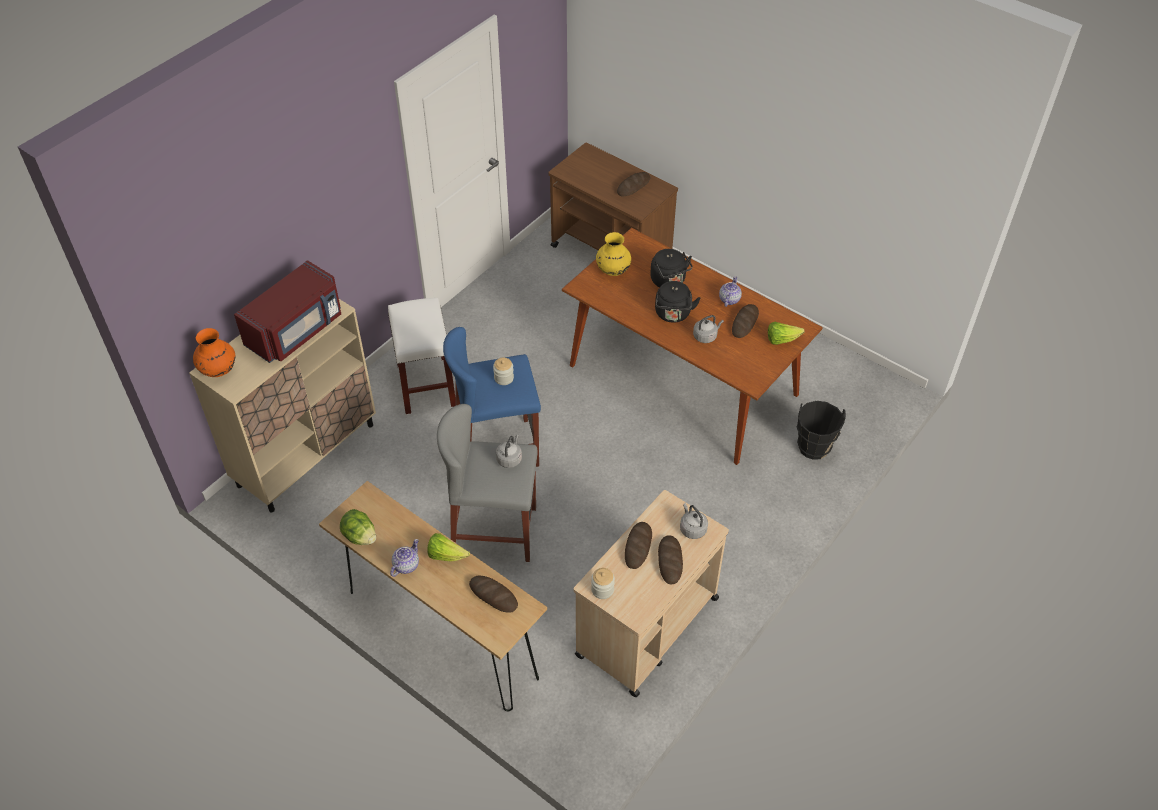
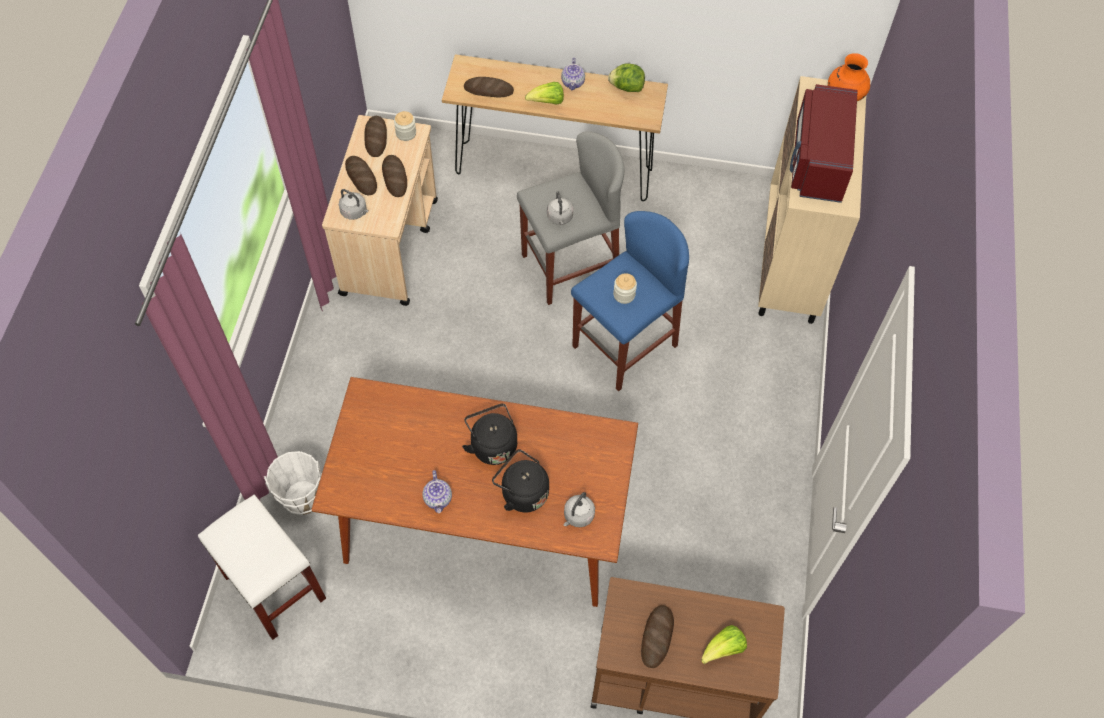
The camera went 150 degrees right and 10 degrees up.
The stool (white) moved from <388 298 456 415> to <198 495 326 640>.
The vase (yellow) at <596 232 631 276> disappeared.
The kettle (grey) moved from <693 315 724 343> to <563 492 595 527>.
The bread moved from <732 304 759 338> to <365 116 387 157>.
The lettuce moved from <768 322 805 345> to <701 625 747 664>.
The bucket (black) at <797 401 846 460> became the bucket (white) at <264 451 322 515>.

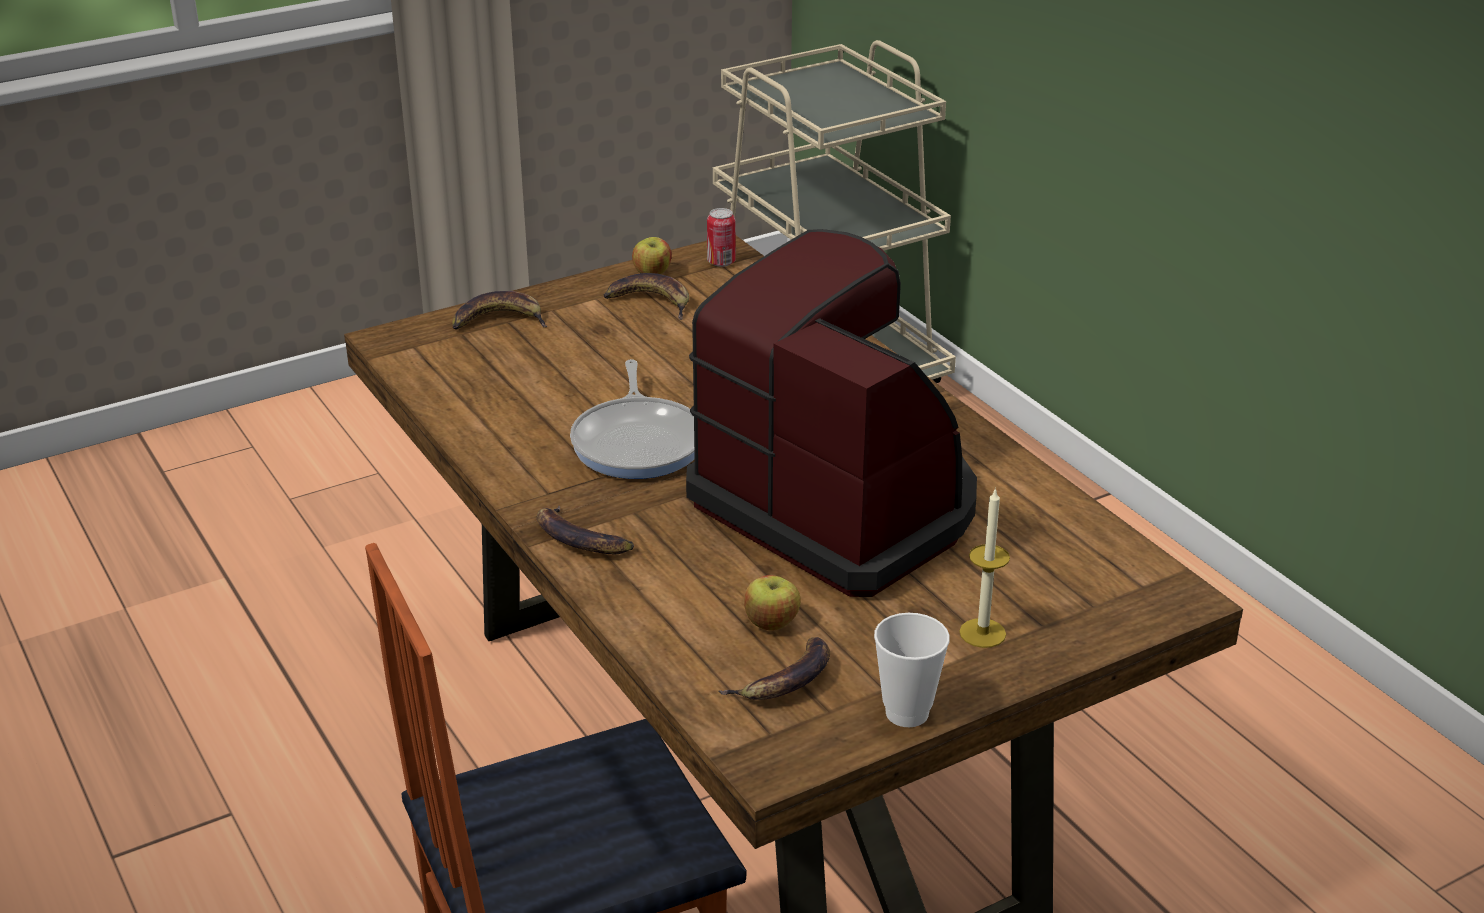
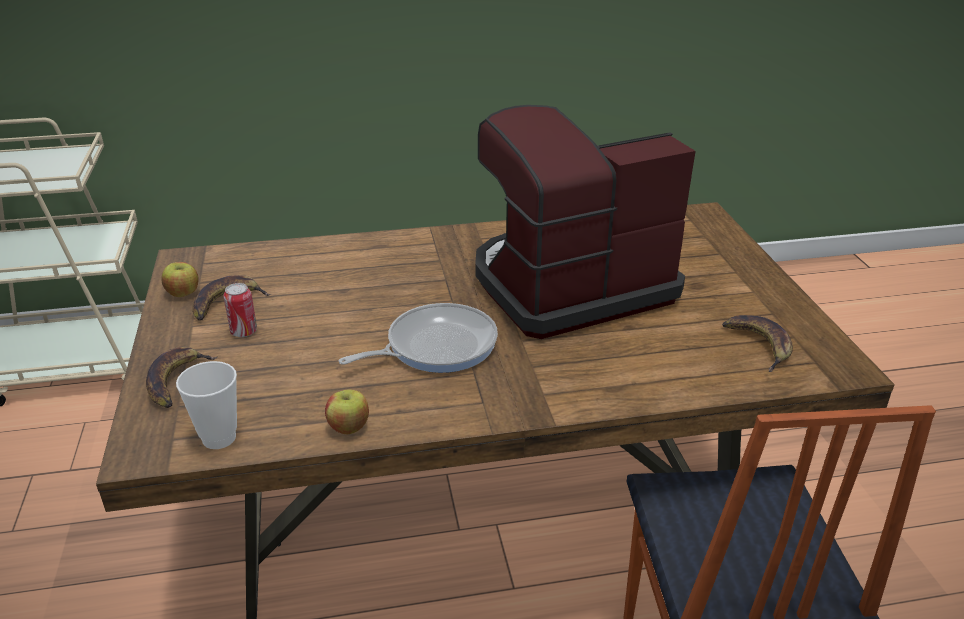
The camera went 70 degrees left and 0 degrees up.
The banana at <537 506 634 554> disappeared.
The frying pan at <570 359 695 479> turned 45 degrees counterclockwise.
The can moved from <707 208 736 267> to <223 283 257 337>.
The apple moved from <744 575 801 630> to <325 390 369 434>.
The cup moved from <874 613 950 727> to <176 361 237 449>.
The candle at <959 487 1010 648> disappeared.

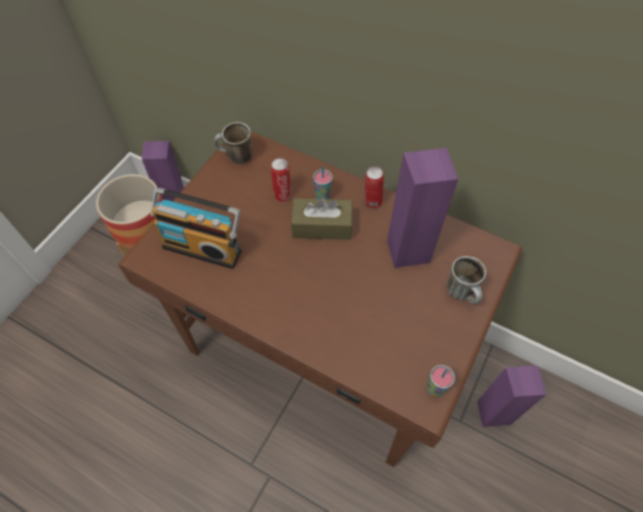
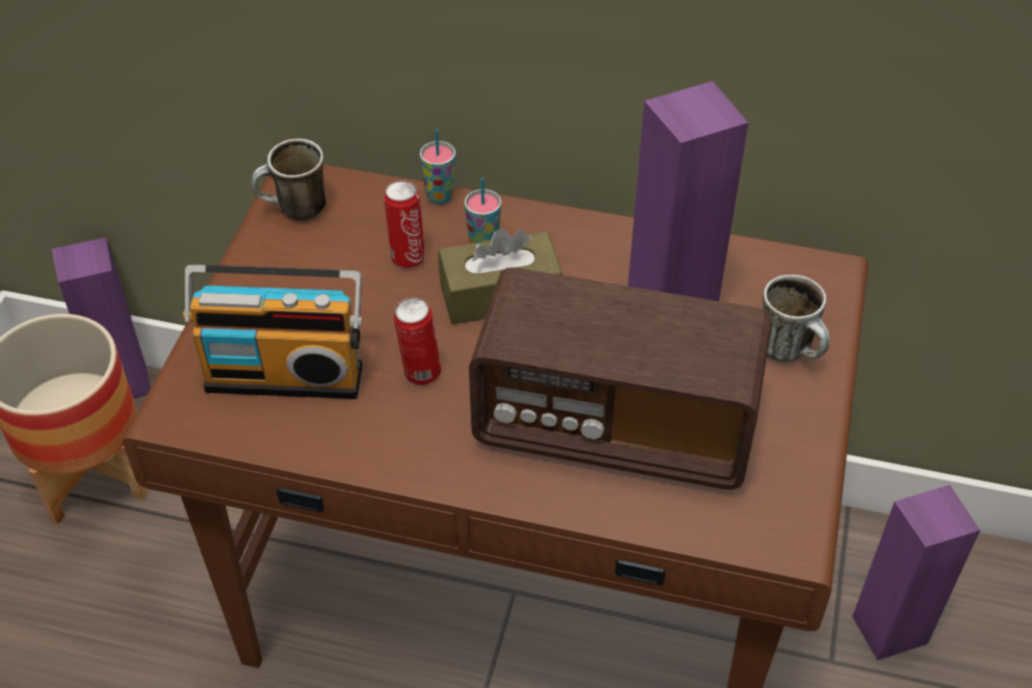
The camera went 15 degrees left and 10 degrees down.
The can moved from <365 166 384 208> to <394 297 441 385>.
The cup moved from <427 365 455 397> to <420 129 456 204>.
The radio at <469 268 772 490> appeared.

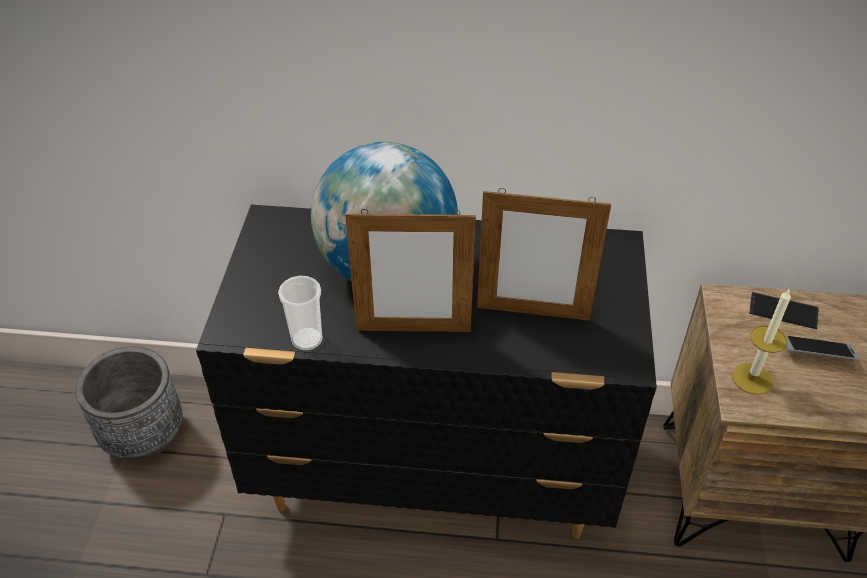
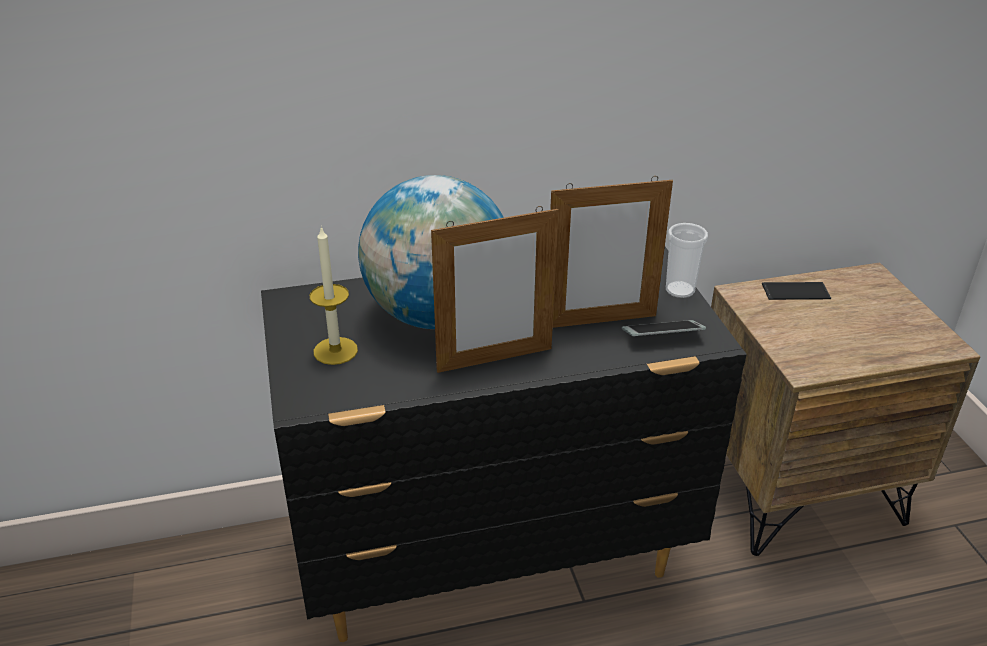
The camera went 20 degrees left and 10 degrees down.
The planter (grey) at <75 346 183 461> disappeared.
The cup moved from <278 276 323 351> to <666 223 708 298>.
The candle moved from <732 288 791 395> to <310 226 358 365>.
The phone moved from <785 335 859 360> to <622 320 706 336>.

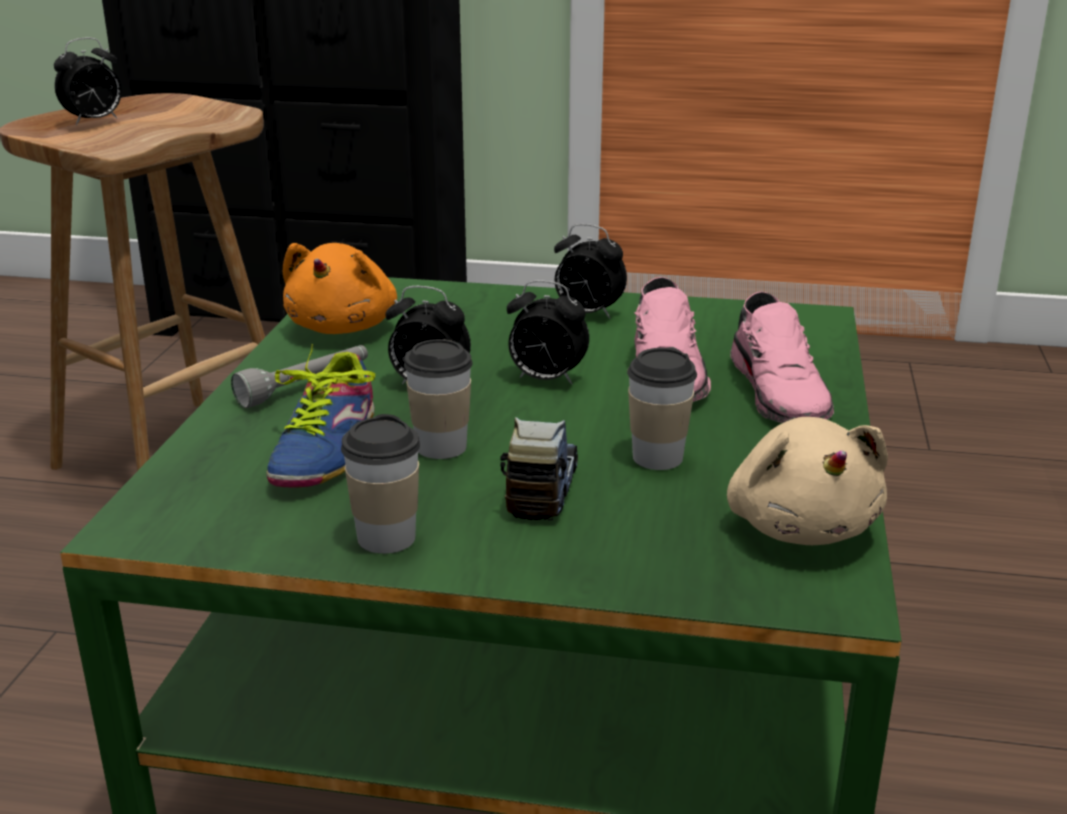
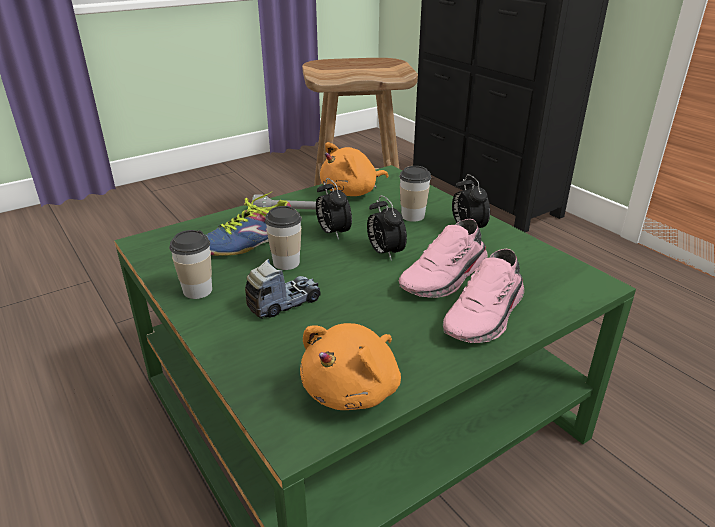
The camera went 45 degrees right and 5 degrees up.
The alarm clock at <54 37 121 125> disappeared.
The cup moved from <627 348 697 470> to <399 166 431 222>.
The plush toy (beige) at <727 417 888 545> became the plush toy (orange) at <300 323 401 410>.

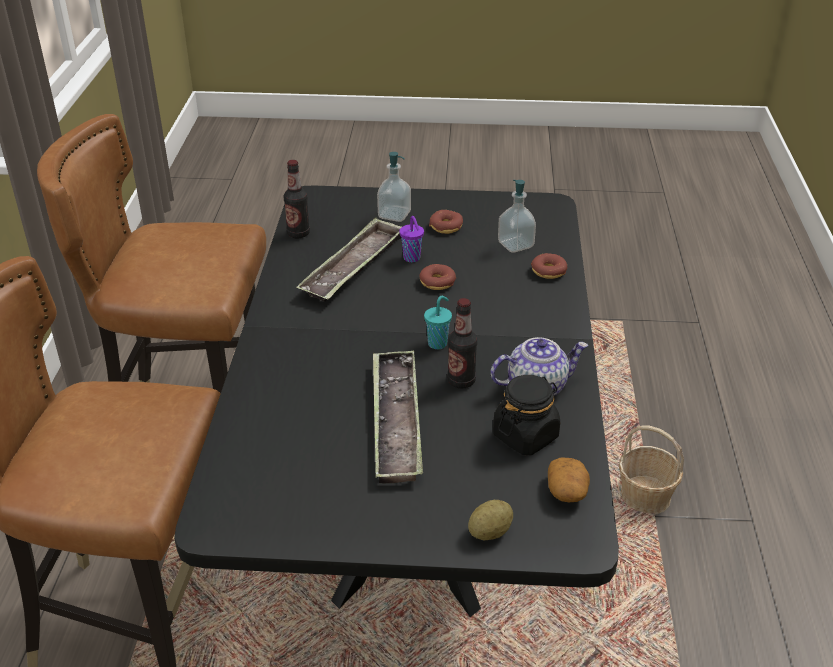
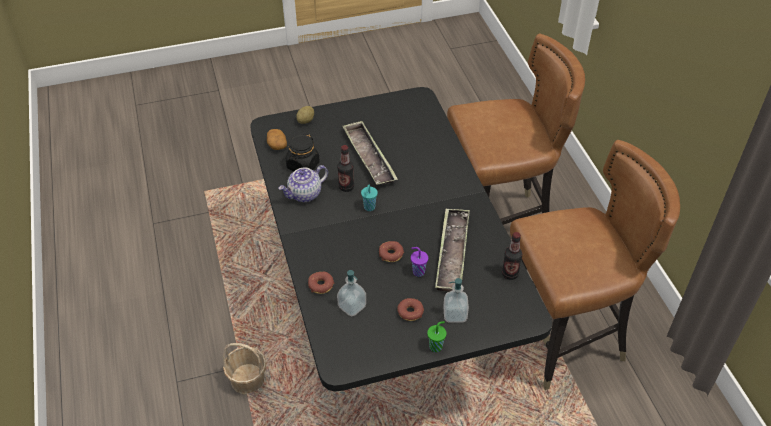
The camera went 160 degrees right and 10 degrees up.
The cup (green) at <427 321 447 352> appeared.

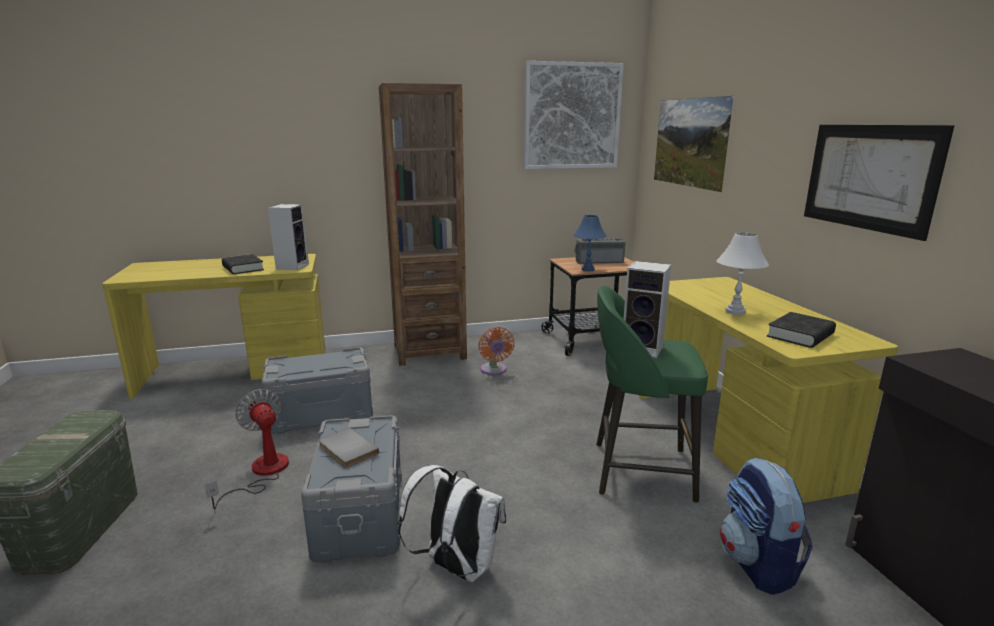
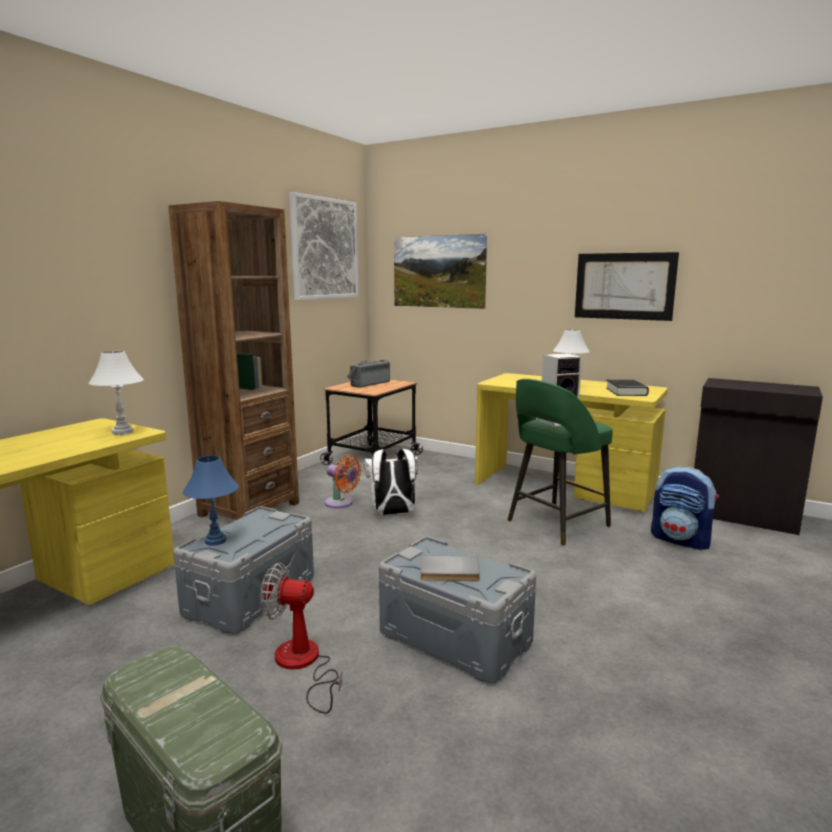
The camera went 45 degrees left and 5 degrees down.
The book (black) at <222 254 264 274> disappeared.
The speaker at <268 204 309 270> was replaced by the table lamp (white) at <88 351 144 435>.
The backpack (white) moved from <398 465 506 582> to <364 449 418 515>.
The table lamp (blue) moved from <573 215 607 271> to <183 456 239 546>.

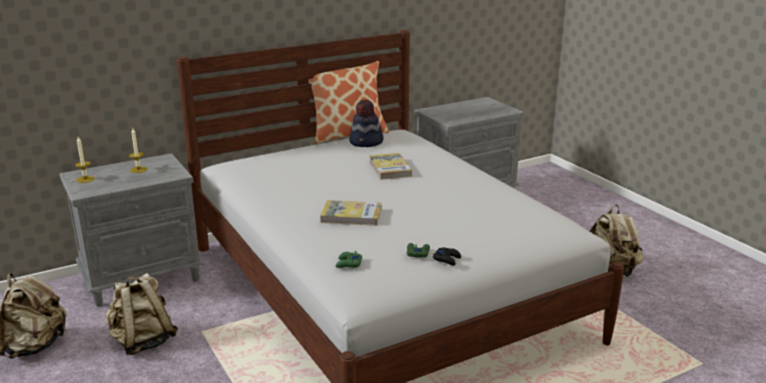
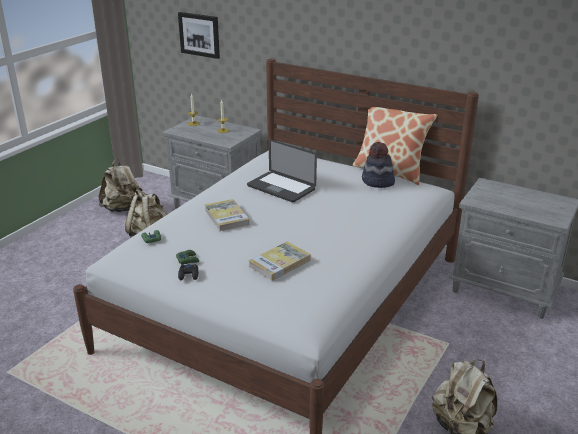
The camera went 60 degrees right and 5 degrees up.
The book moved from <369 153 412 180> to <248 242 311 281>.
The picture at <178 12 220 59> appeared.
The laptop at <247 139 317 202> appeared.

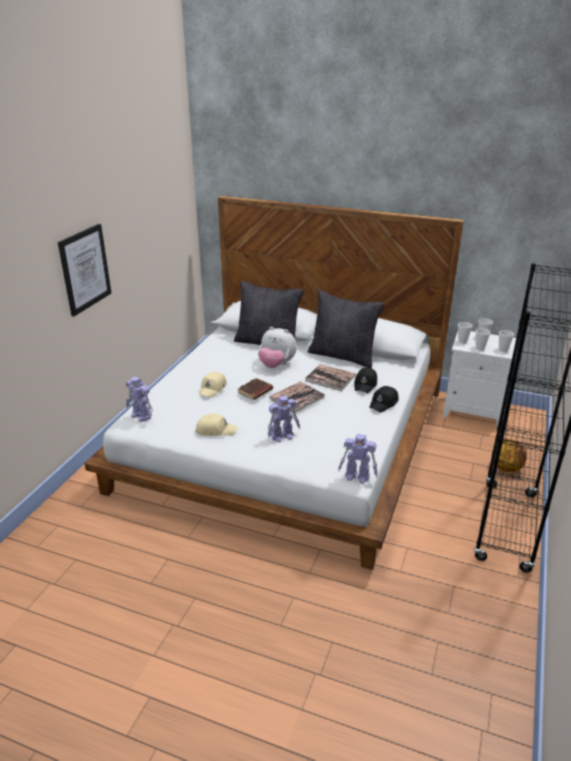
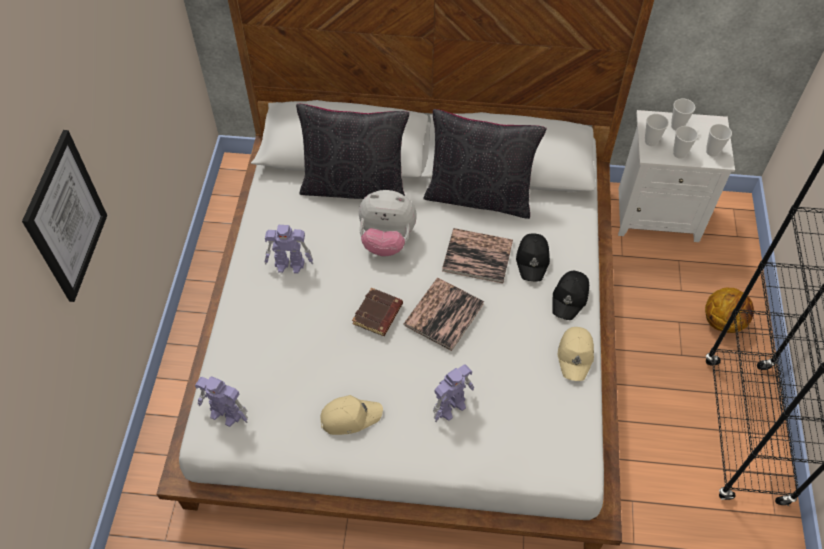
The camera went 15 degrees left and 25 degrees up.
The cap (beige) moved from <199 372 227 398> to <558 327 594 381>.
The toy robot moved from <338 434 378 483> to <265 225 313 274>.

